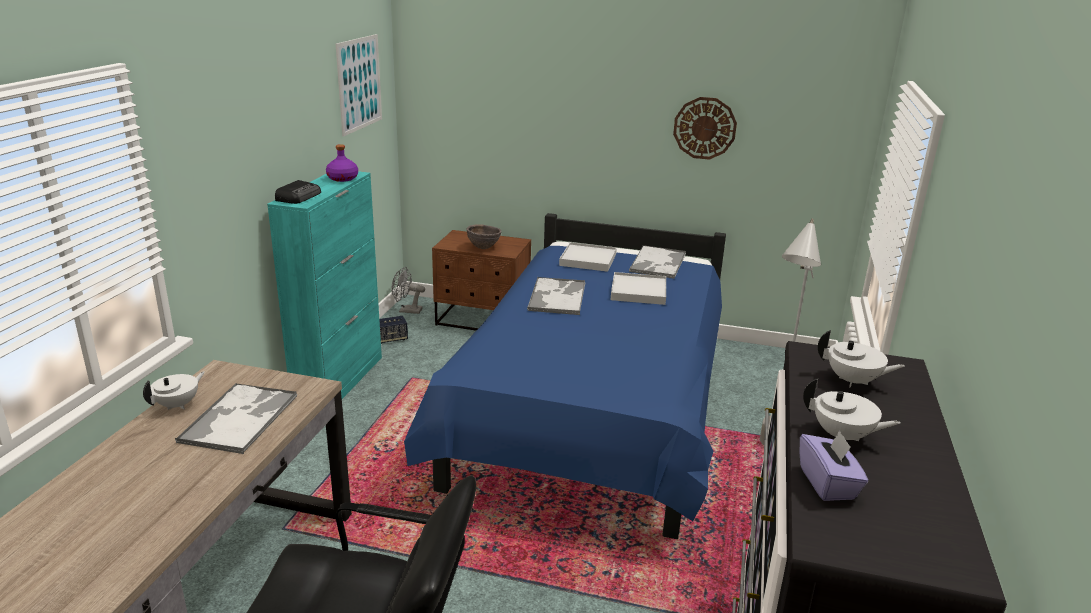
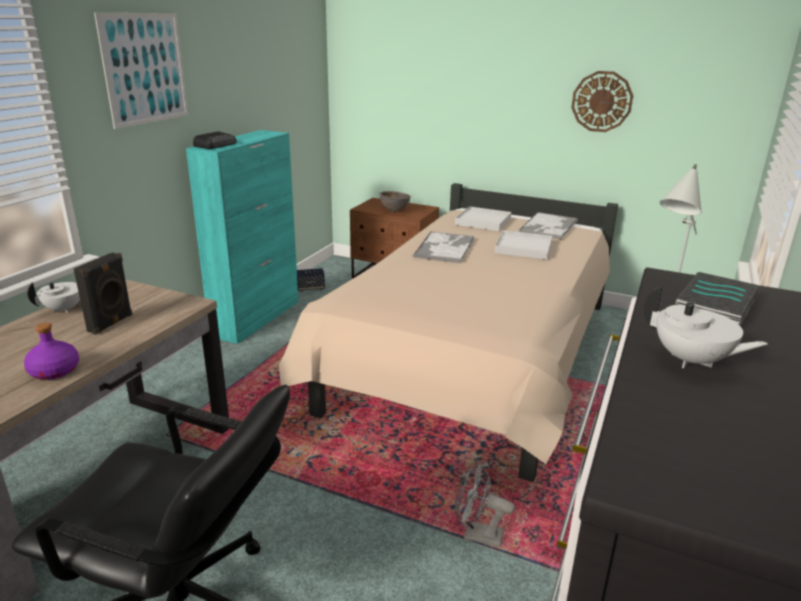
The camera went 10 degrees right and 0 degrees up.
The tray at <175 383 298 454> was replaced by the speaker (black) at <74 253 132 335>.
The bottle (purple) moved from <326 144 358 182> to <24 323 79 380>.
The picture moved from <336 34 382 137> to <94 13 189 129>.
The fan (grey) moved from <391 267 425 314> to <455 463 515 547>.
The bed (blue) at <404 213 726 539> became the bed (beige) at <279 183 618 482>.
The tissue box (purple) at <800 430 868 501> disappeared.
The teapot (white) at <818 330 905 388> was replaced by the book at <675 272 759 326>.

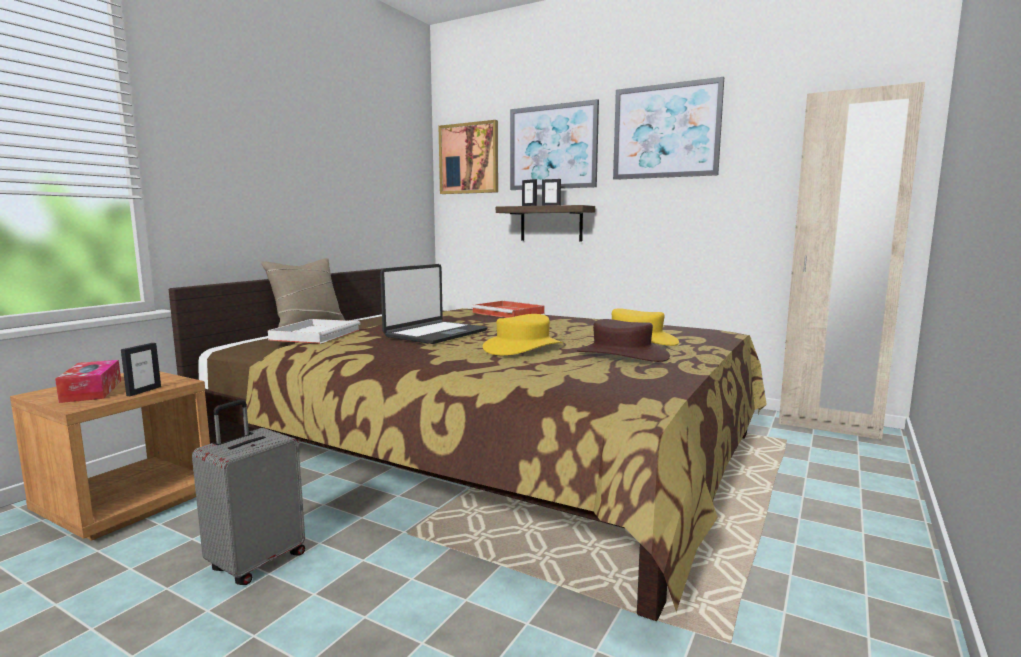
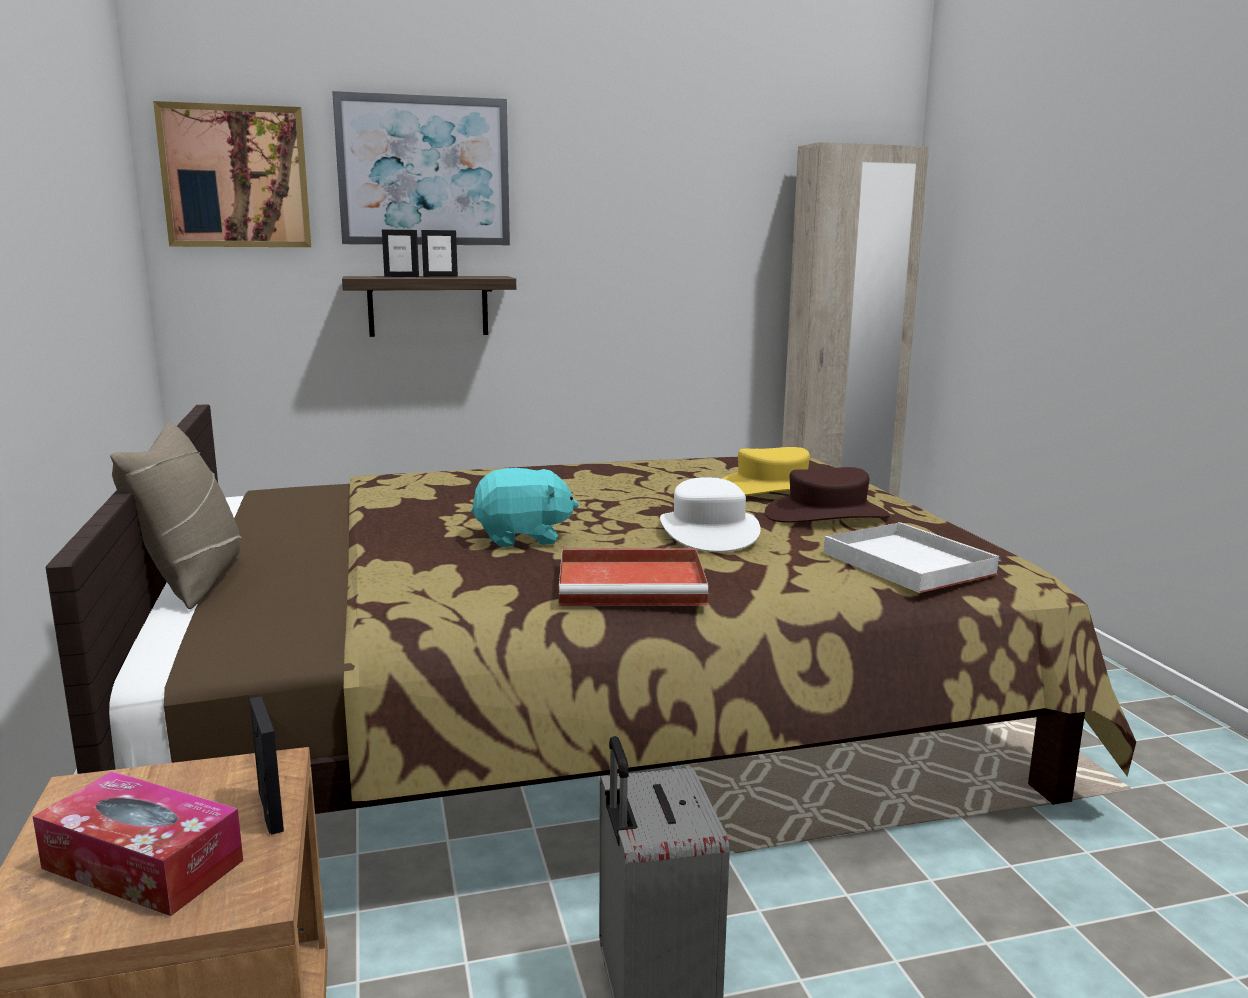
The camera went 45 degrees left and 5 degrees up.
The tray (white) moved from <268 319 360 344> to <824 522 1002 593>.
The laptop at <380 264 488 344> was replaced by the plush toy (turquoise) at <471 468 579 547>.
The tray (red) moved from <471 301 545 318> to <559 548 709 606>.
The hat (yellow) at <483 314 563 355> became the hat (white) at <660 477 761 552>.
The picture at <613 77 724 180> disappeared.

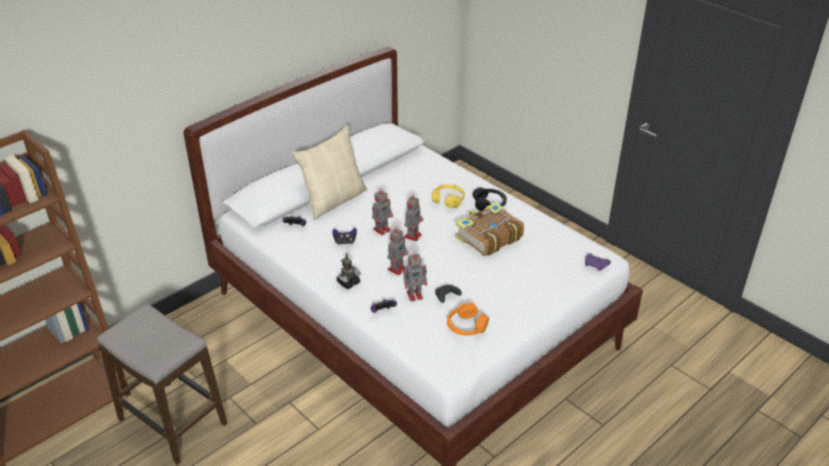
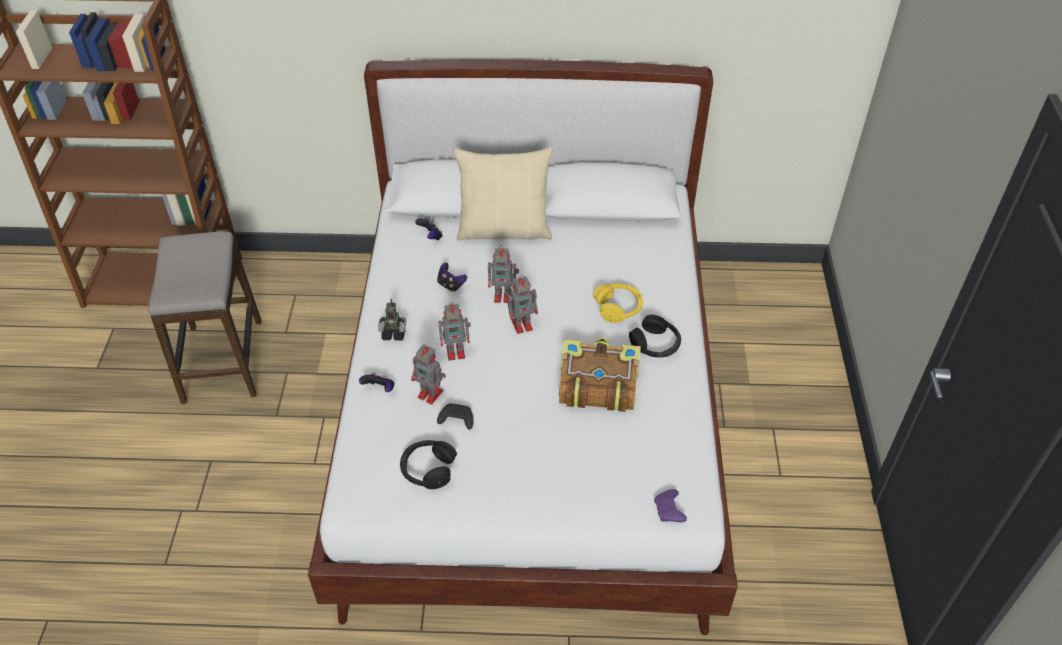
The camera went 45 degrees right and 10 degrees up.
The headphones (orange) at <447 303 489 336> became the headphones (black) at <400 440 457 489>.

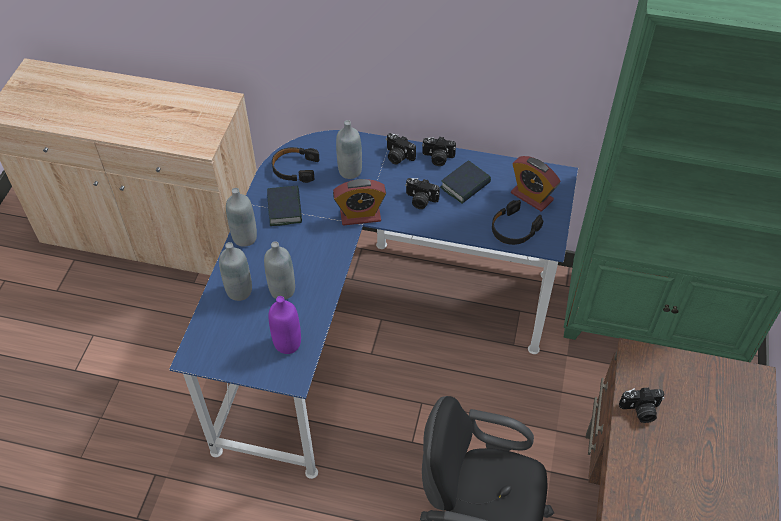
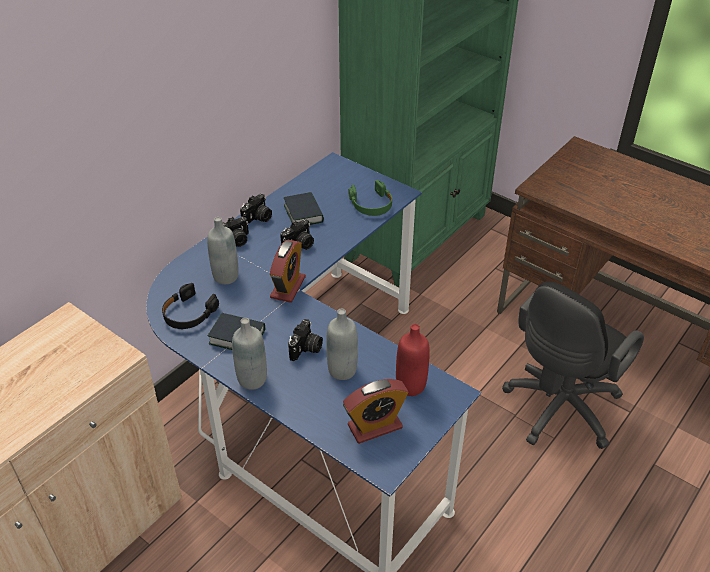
The camera went 65 degrees left and 10 degrees down.
The bottle (grey) at <219 242 252 301> disappeared.
The bottle (purple) at <268 296 301 354> became the bottle (red) at <396 324 430 396>.
The headphones (black) at <492 200 544 245> became the headphones (green) at <349 180 392 216>.
The alarm clock moved from <511 156 560 211> to <343 379 409 444>.
The photo camera moved from <619 387 665 423> to <288 319 323 361>.

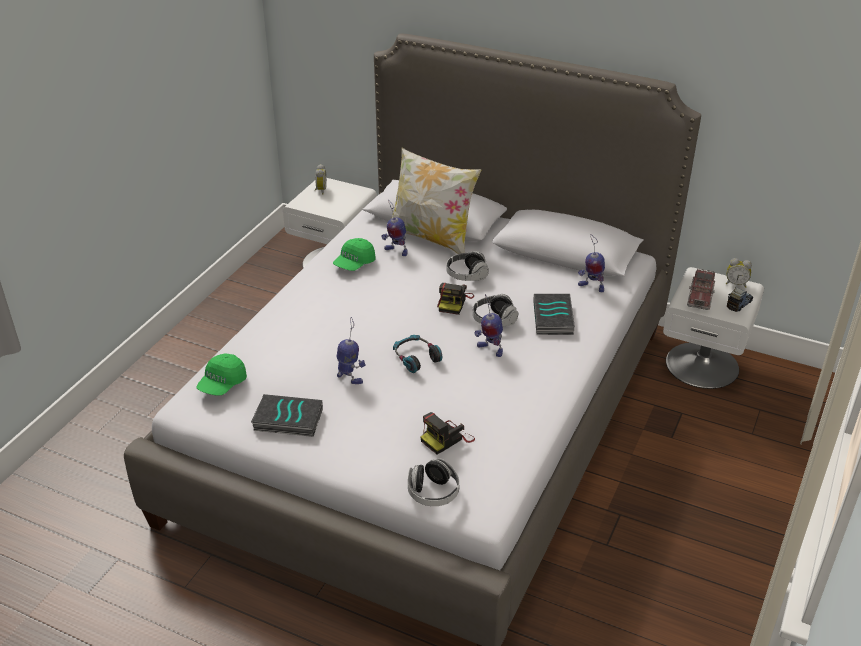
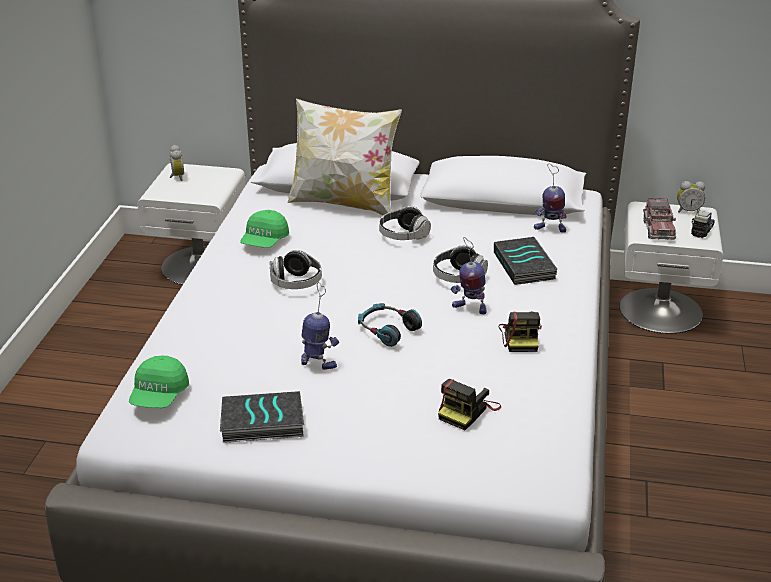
The camera went 15 degrees left and 5 degrees down.
The toy robot at <381 200 407 256> disappeared.
The headphones moved from <408 458 460 506> to <269 250 322 289>.
The photo camera moved from <437 283 474 315> to <499 312 542 352>.

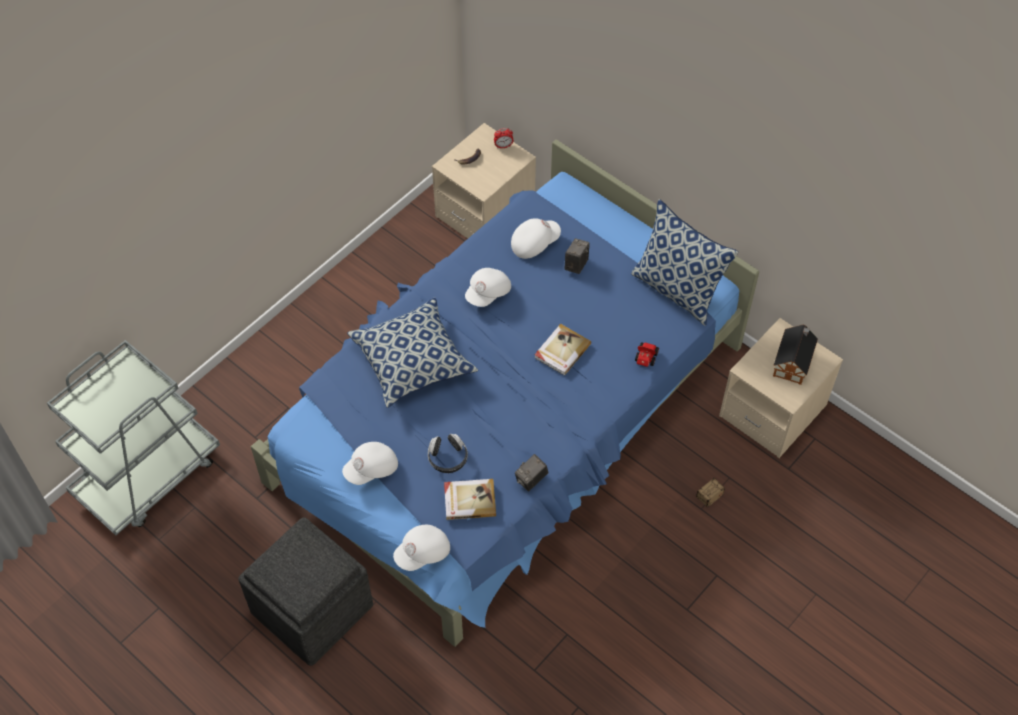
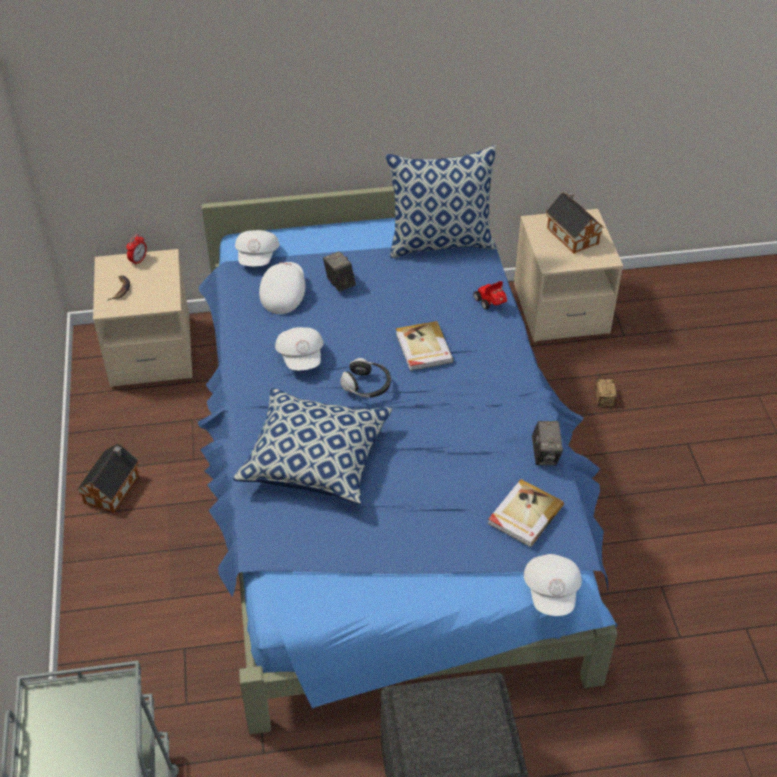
The camera went 50 degrees left and 10 degrees down.
The cap (white) moved from <342 442 398 485> to <235 230 279 266>.
The headphones moved from <428 434 468 473> to <340 358 391 398>.
The toy house at <77 443 139 513> appeared.

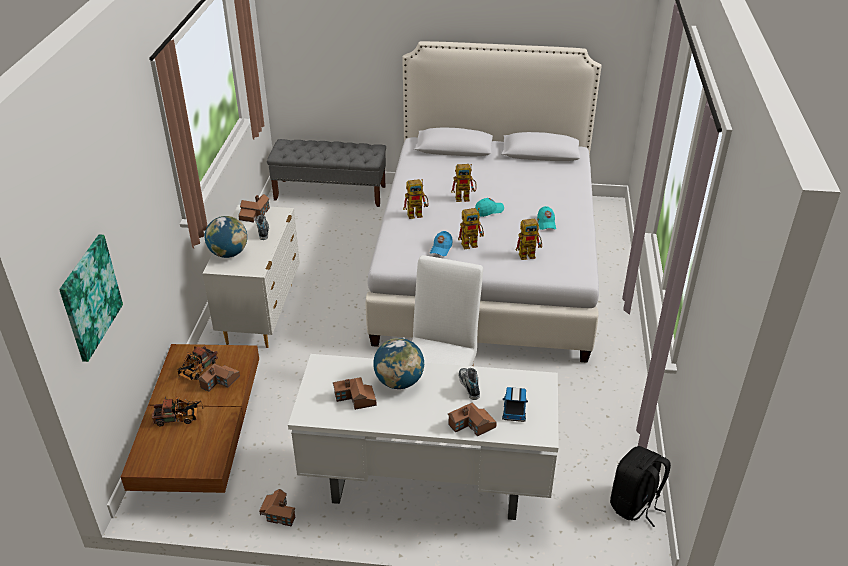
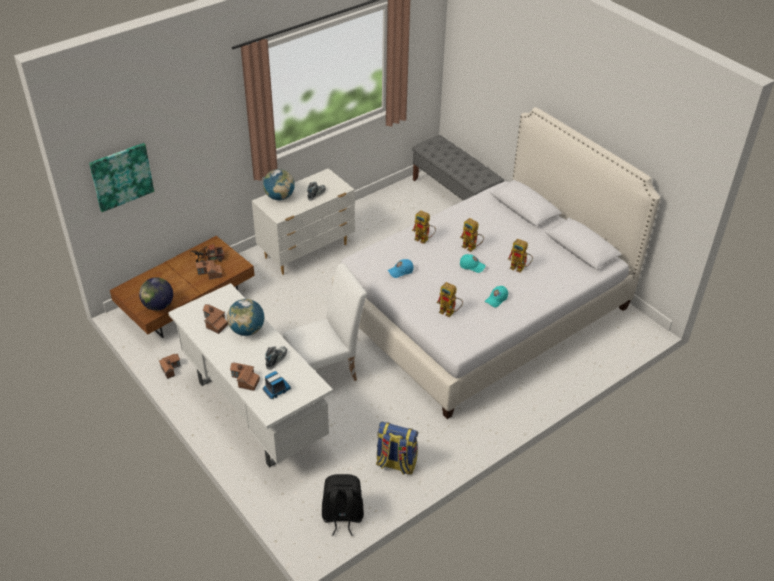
The camera went 45 degrees right and 5 degrees up.
The toy truck at <152 397 204 426> disappeared.
The toy house at <238 194 270 222> disappeared.
The toy robot moved from <458 208 484 249> to <507 239 533 273>.
The globe at <139 277 173 311> appeared.
The backpack at <376 422 418 475> appeared.

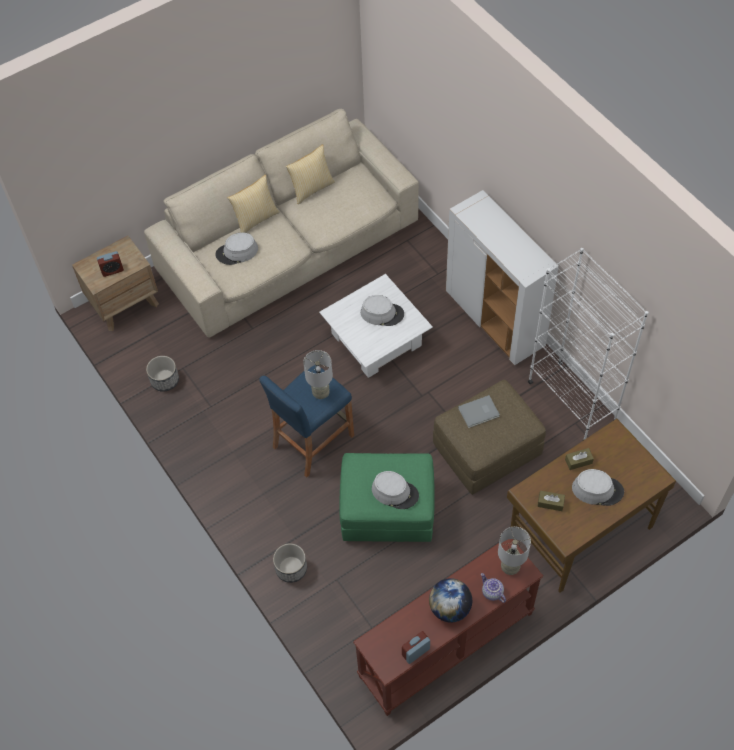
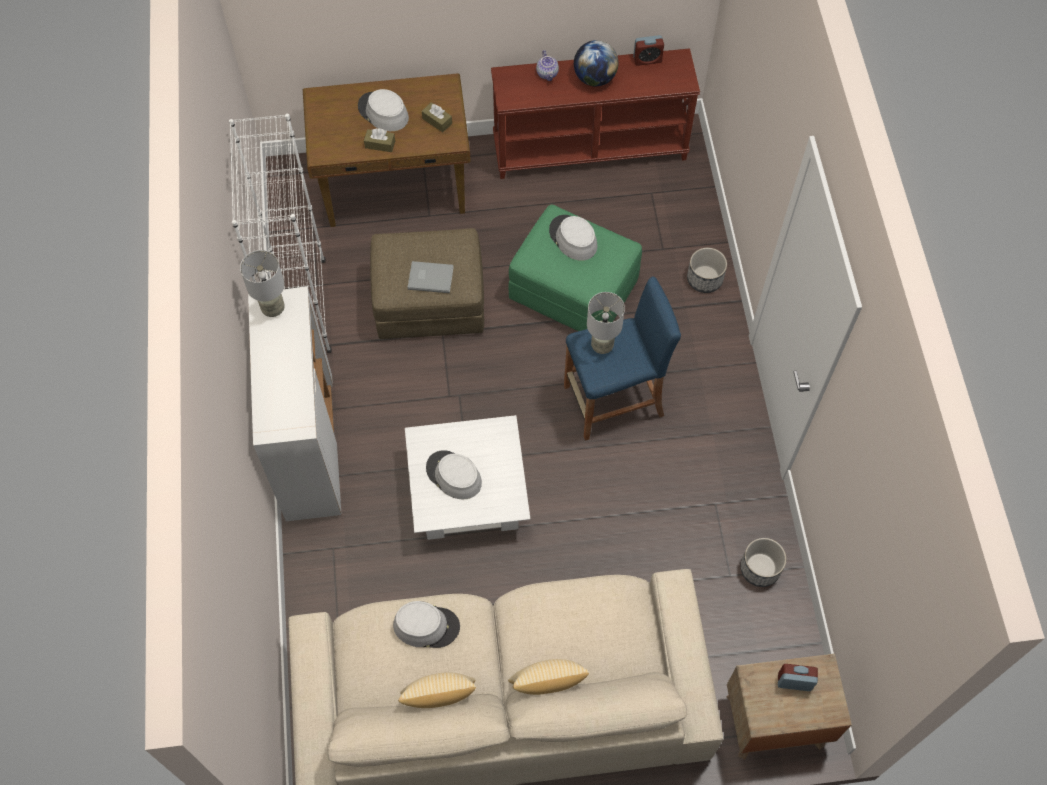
The camera went 155 degrees left and 5 degrees up.
The hat (grey) moved from <216 233 258 265> to <393 601 460 648>.
The table lamp (grey) moved from <498 527 531 575> to <240 250 285 317>.

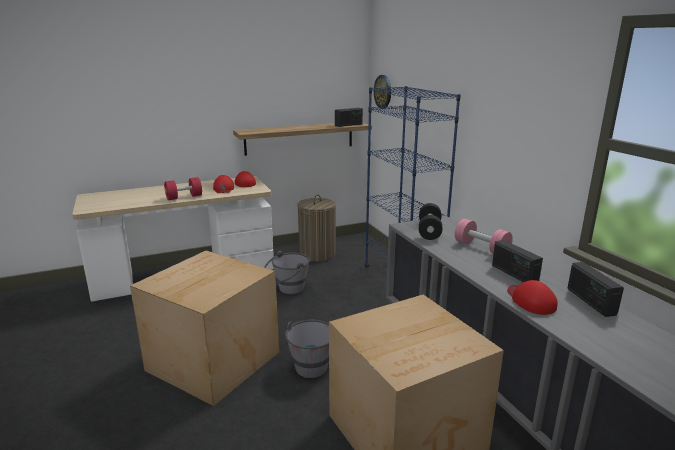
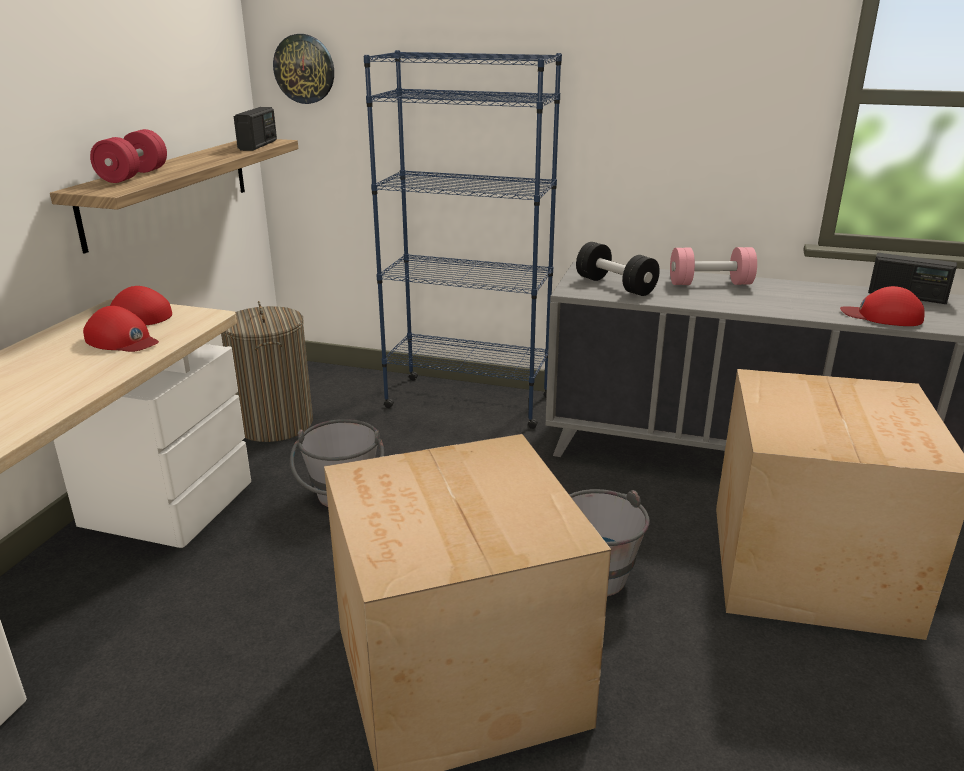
The camera went 50 degrees left and 5 degrees up.
The dumbbell (red) moved from <164 177 202 200> to <90 129 167 183>.
The radio at <492 240 543 282> disappeared.

